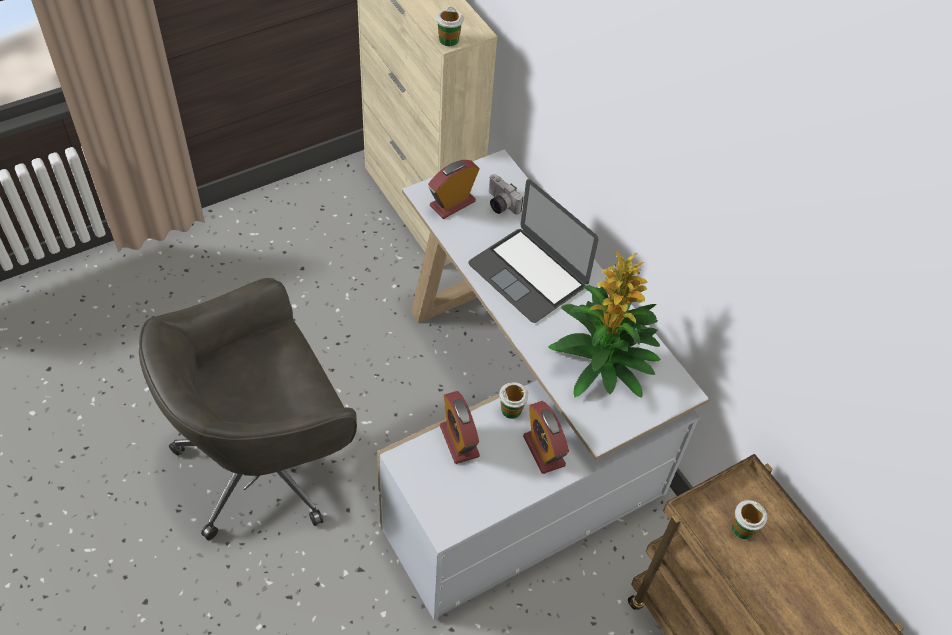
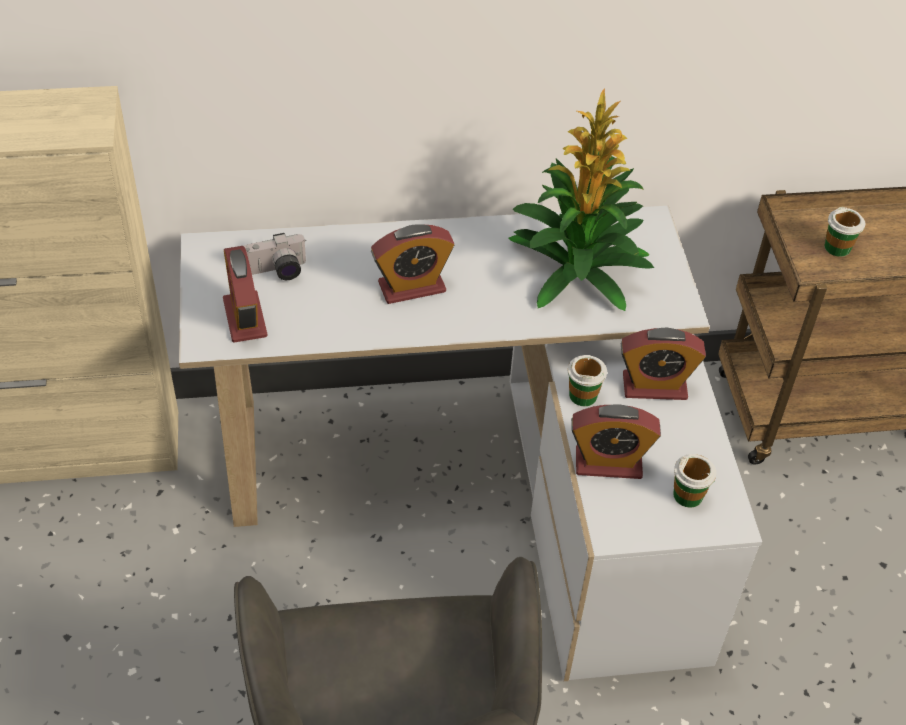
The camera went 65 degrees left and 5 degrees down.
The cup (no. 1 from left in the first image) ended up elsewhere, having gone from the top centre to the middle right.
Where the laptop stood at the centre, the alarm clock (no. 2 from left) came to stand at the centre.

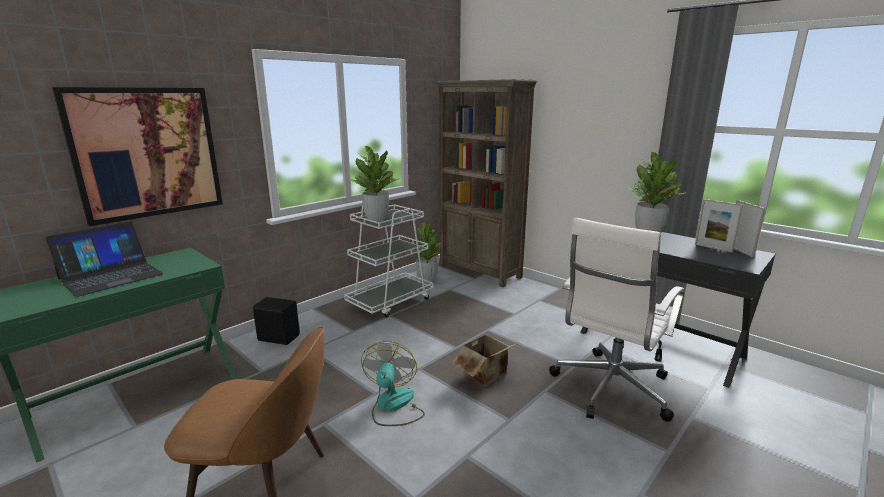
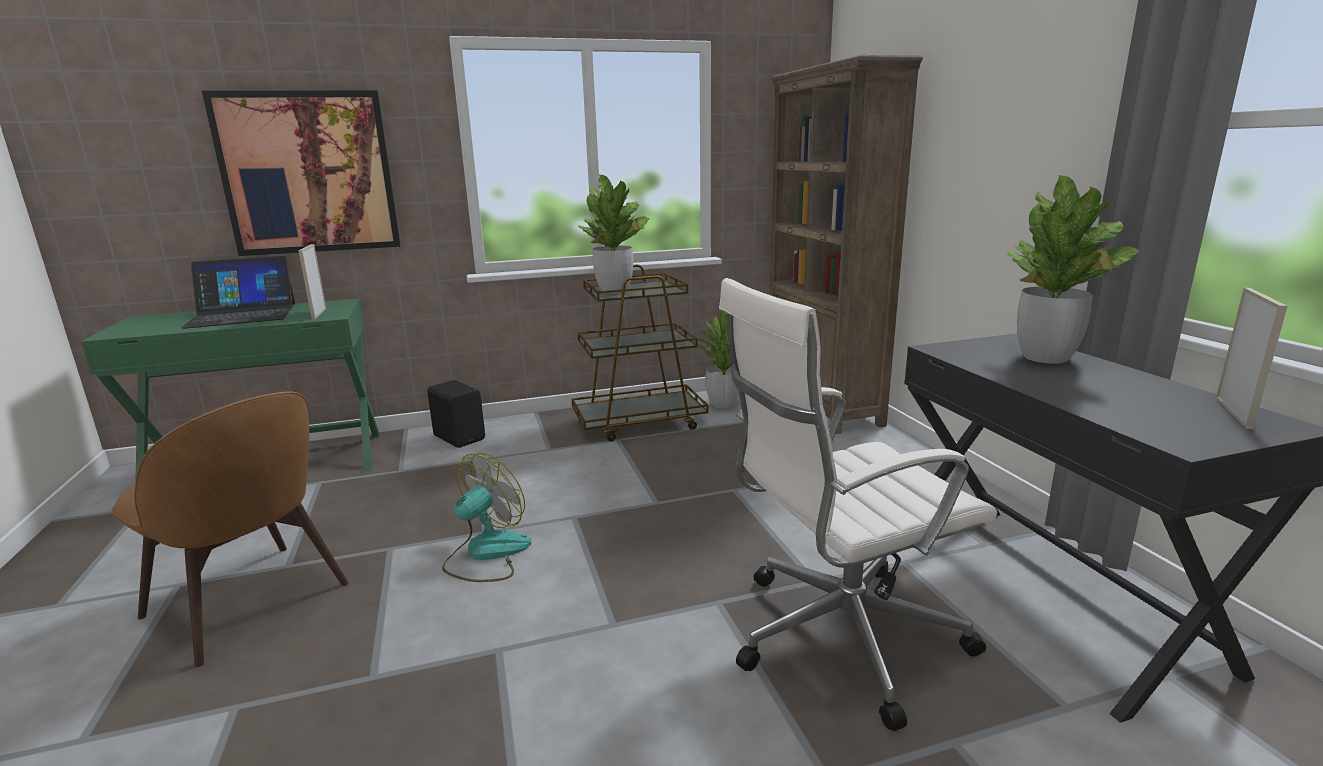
The camera went 30 degrees right and 0 degrees up.
The second view lost the cardboard box at the bottom centre.
The picture frame (no. 1 from left) ended up elsewhere, having gone from the middle right to the middle left.
What was the cart (white) at the centre turned into the cart (brown) at the centre.

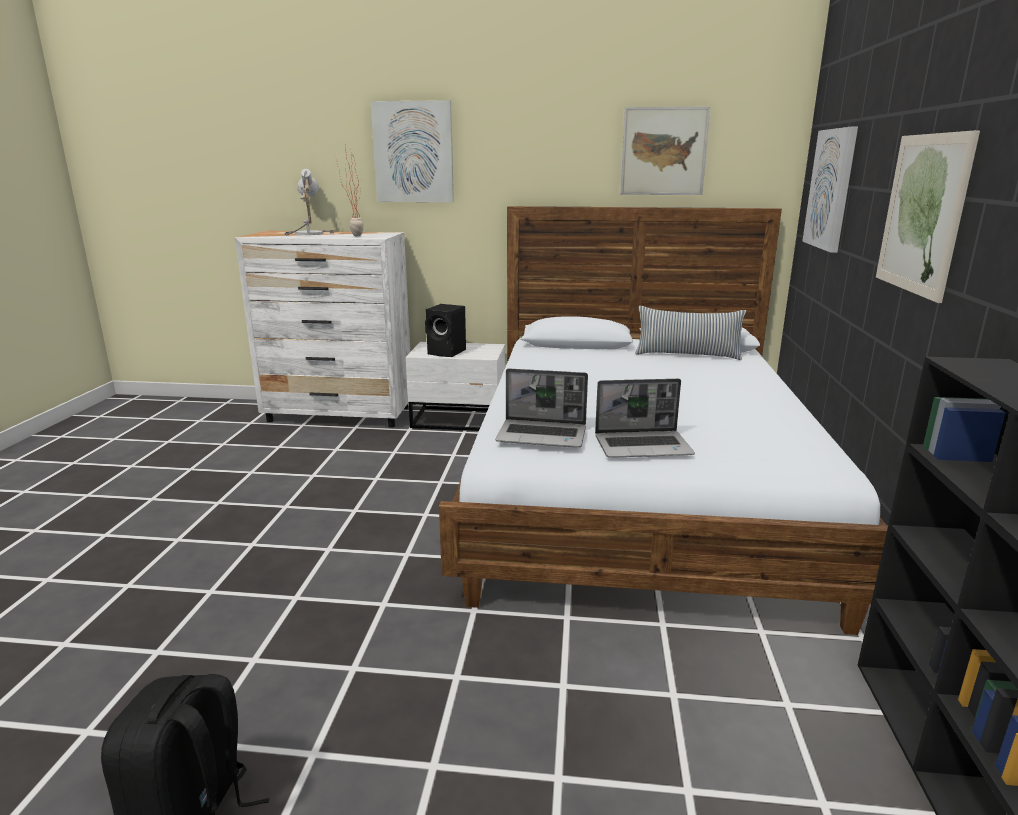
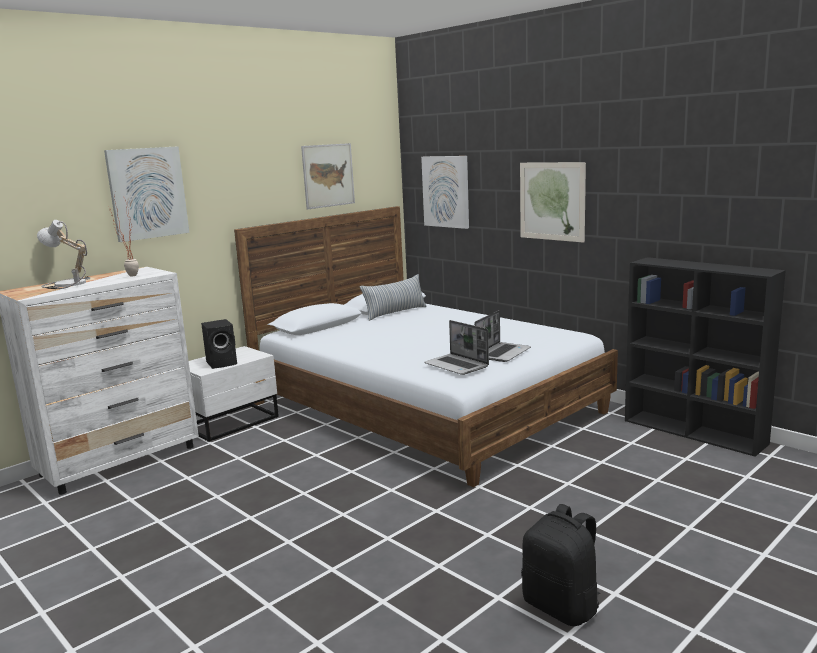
The camera went 50 degrees left and 5 degrees down.
The laptop (no. 1 from left) at the centre ended up facing another way, 90 degrees clockwise from before.

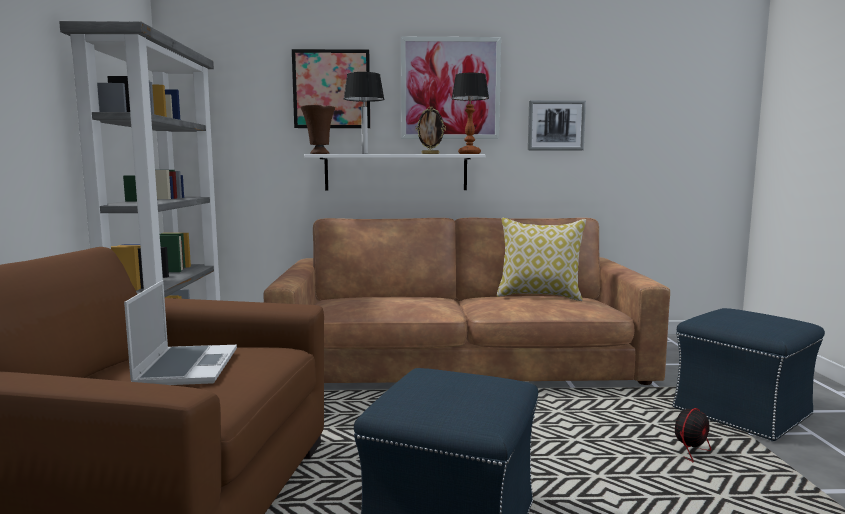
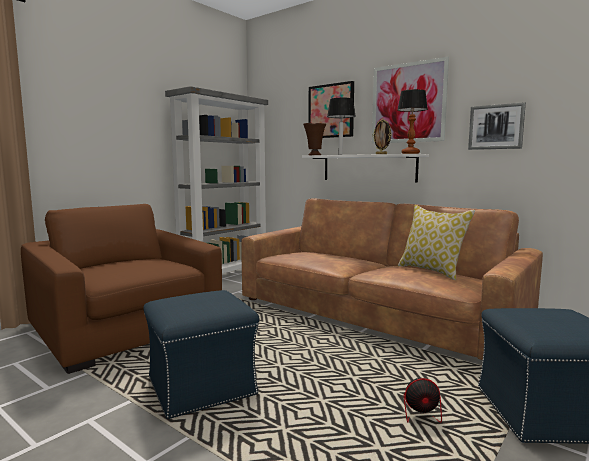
The camera went 40 degrees right and 0 degrees up.
The second view lost the laptop at the middle left.

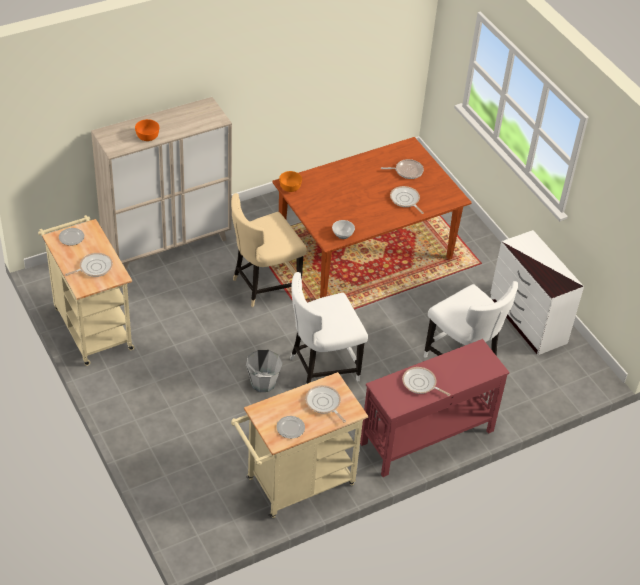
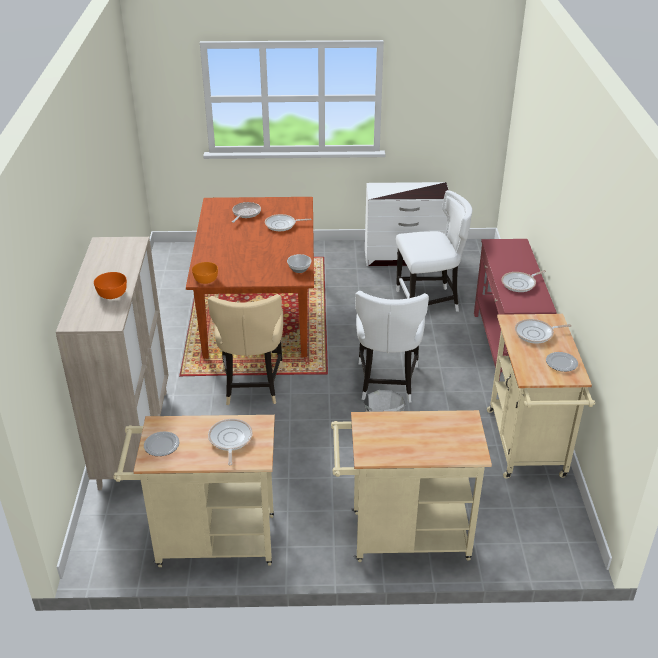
The camera went 60 degrees left and 10 degrees down.
The second view gained the cart (beige) (no. 2 from left) at the bottom centre.

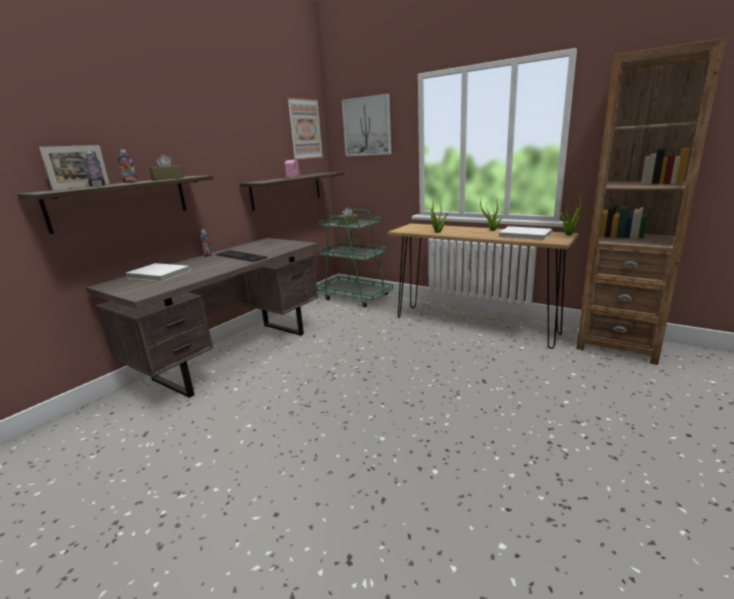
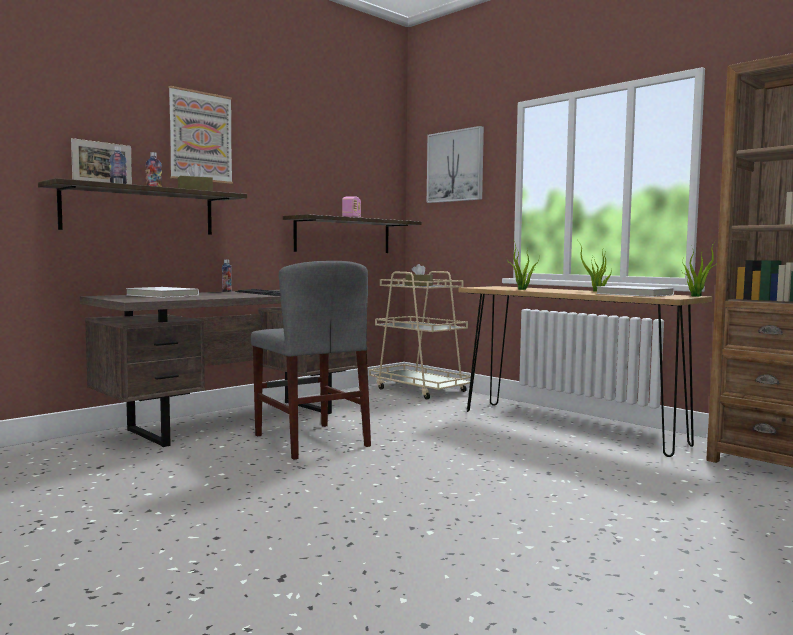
The camera went 10 degrees right and 15 degrees down.
The second view gained the chair (grey) at the centre.
The picture (no. 1 from left) ended up elsewhere, having gone from the top centre to the top left.
What was the cart (green) at the centre turned into the cart (beige) at the centre.

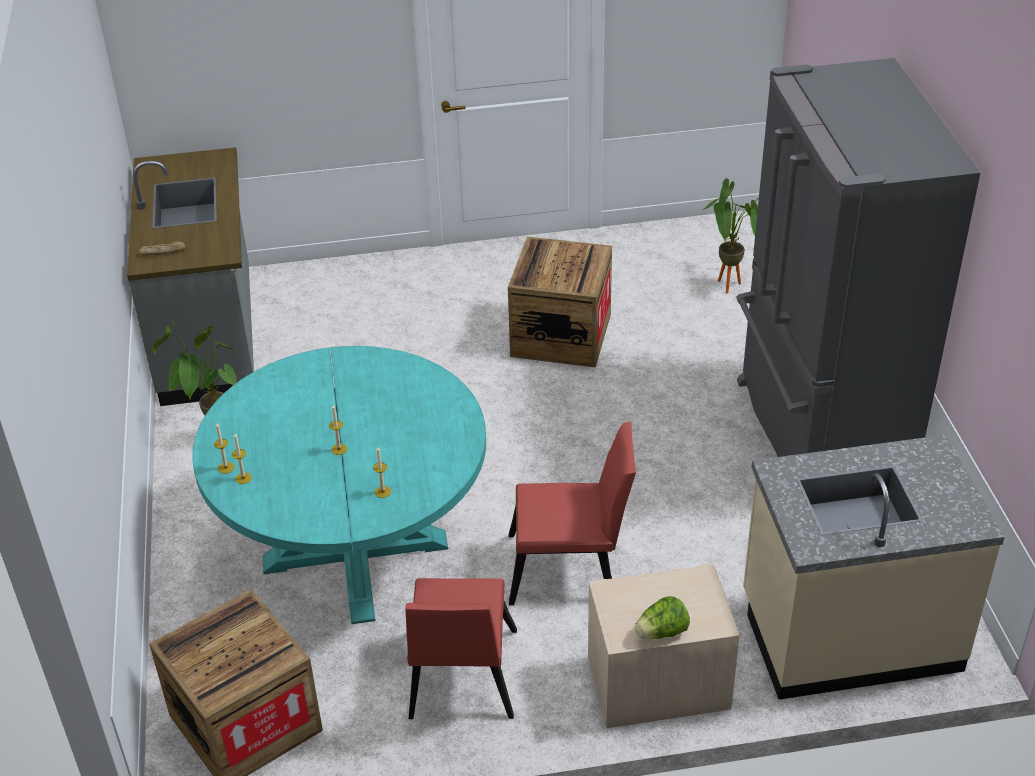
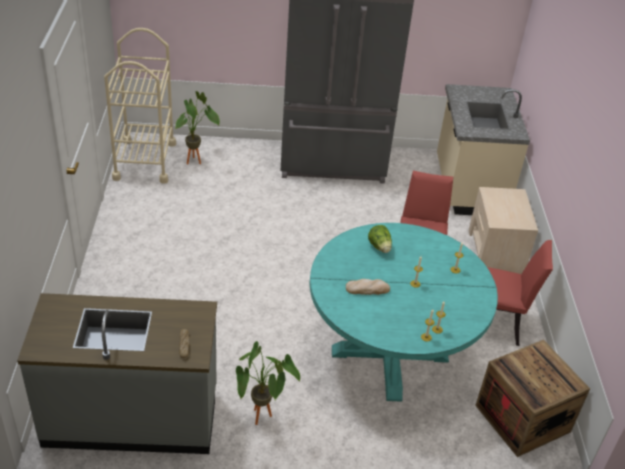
The camera went 85 degrees left and 0 degrees up.
The second view lost the crate (no. 2 from left) at the centre.
The second view gained the cart (beige) at the top left.
The second view gained the bread (no. 2 from left) at the centre.
The lettuce ended up elsewhere, having gone from the bottom centre to the centre.

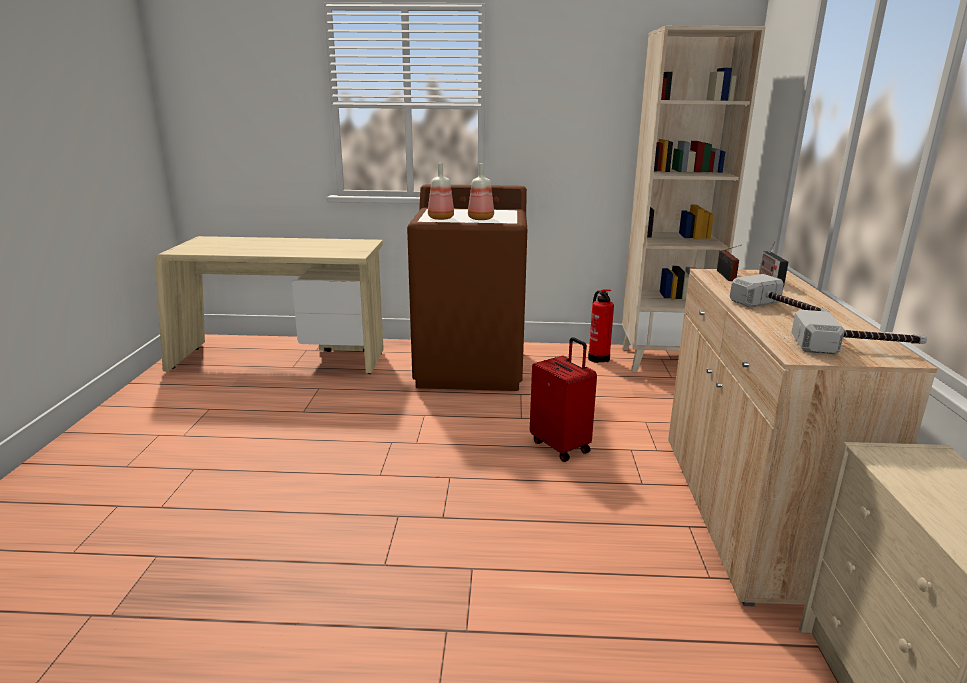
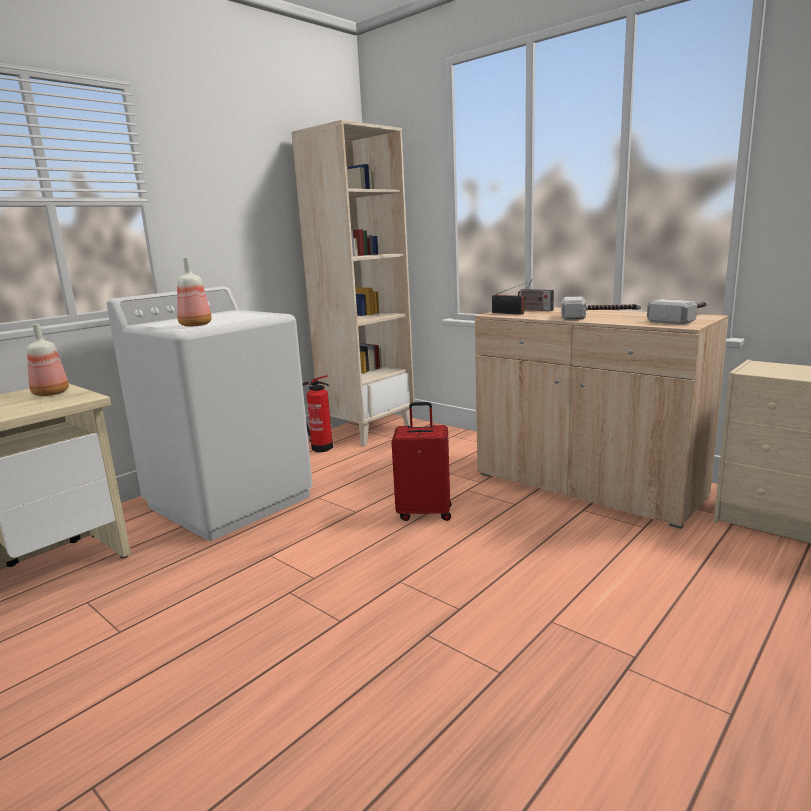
The camera went 50 degrees left and 5 degrees down.
The bottle (no. 2 from left in the first image) ended up elsewhere, having gone from the top centre to the middle left.
What was the washing machine (brown) at the centre turned into the washing machine (white) at the middle left.

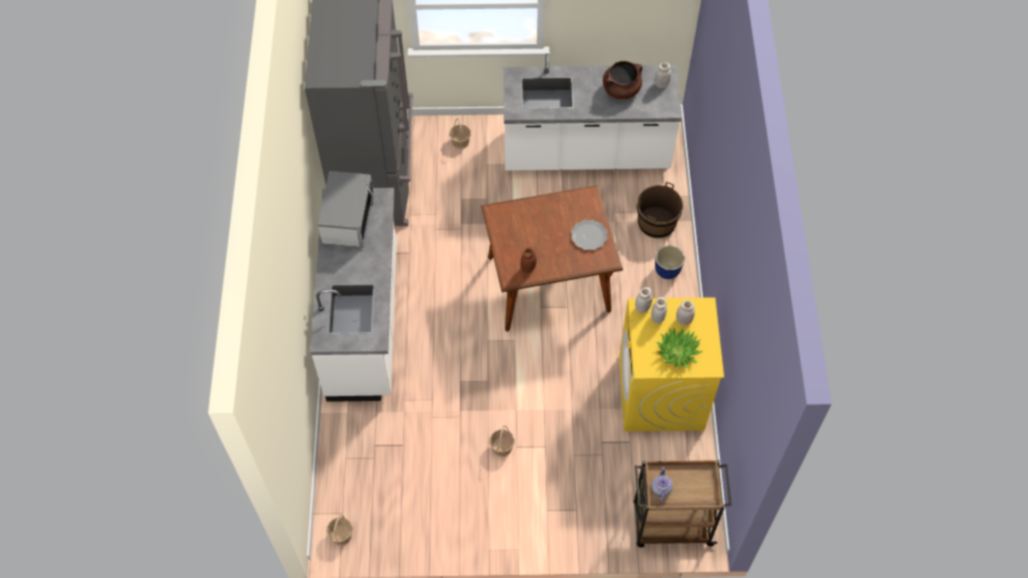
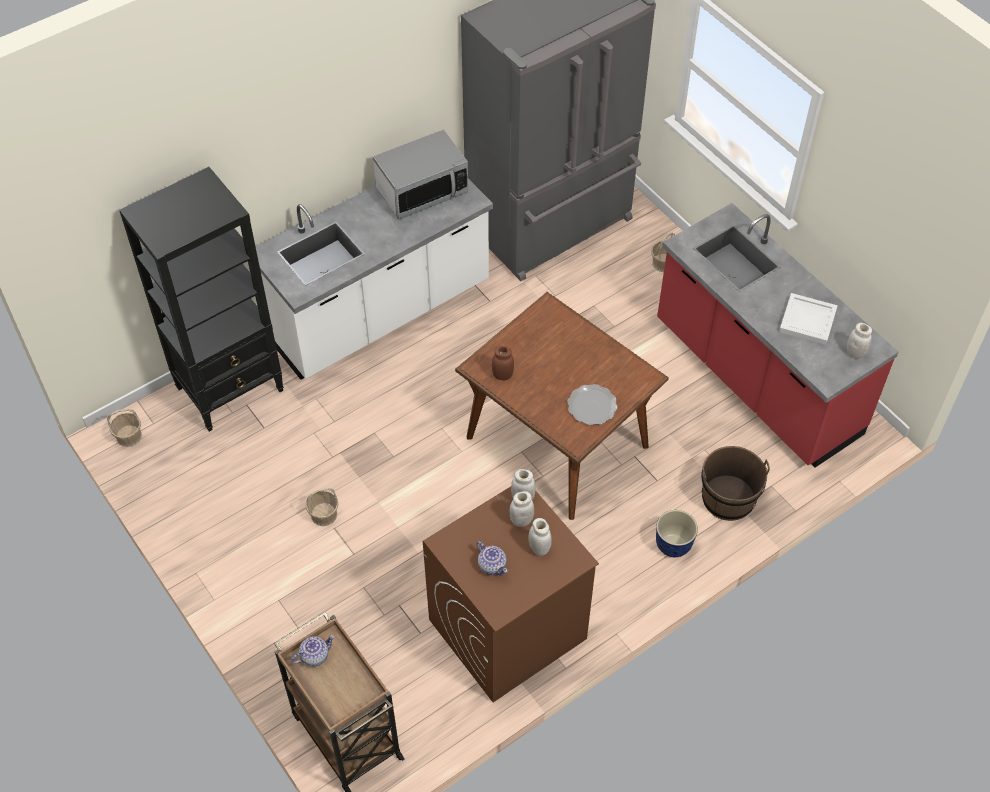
The camera went 55 degrees right and 5 degrees down.
The second view gained the bookcase (black) at the middle left.
Where the cooking pot (brown) stood at the top centre, the tray (white) came to stand at the middle right.
Where the potted plant stood at the centre, the teapot (no. 2 from left) came to stand at the bottom centre.
What was the counter (white) (no. 2 from left) at the top centre turned into the counter (red) at the middle right.
What was the washing machine (yellow) at the centre turned into the washing machine (brown) at the bottom centre.

